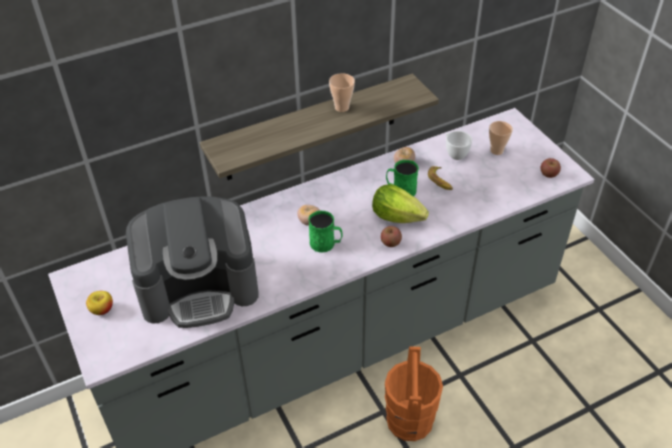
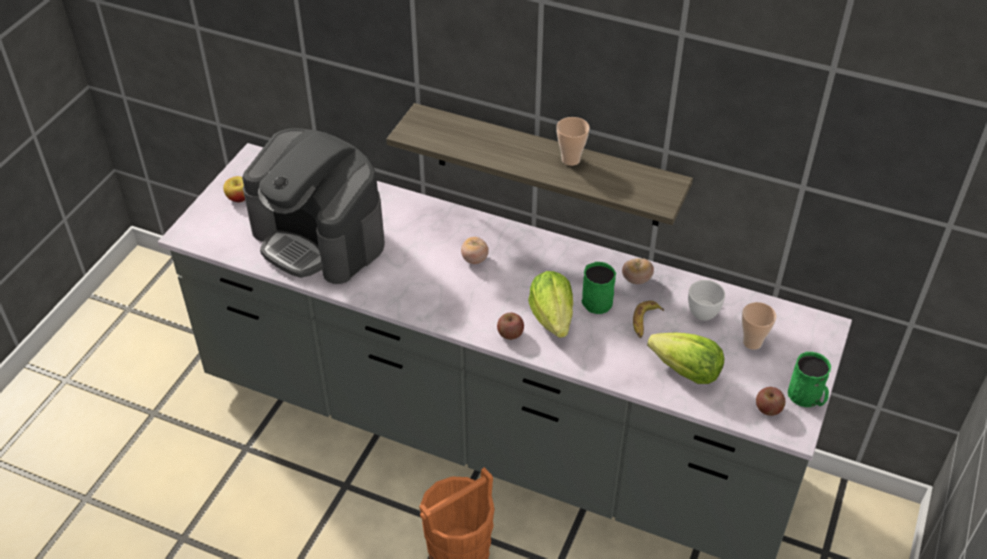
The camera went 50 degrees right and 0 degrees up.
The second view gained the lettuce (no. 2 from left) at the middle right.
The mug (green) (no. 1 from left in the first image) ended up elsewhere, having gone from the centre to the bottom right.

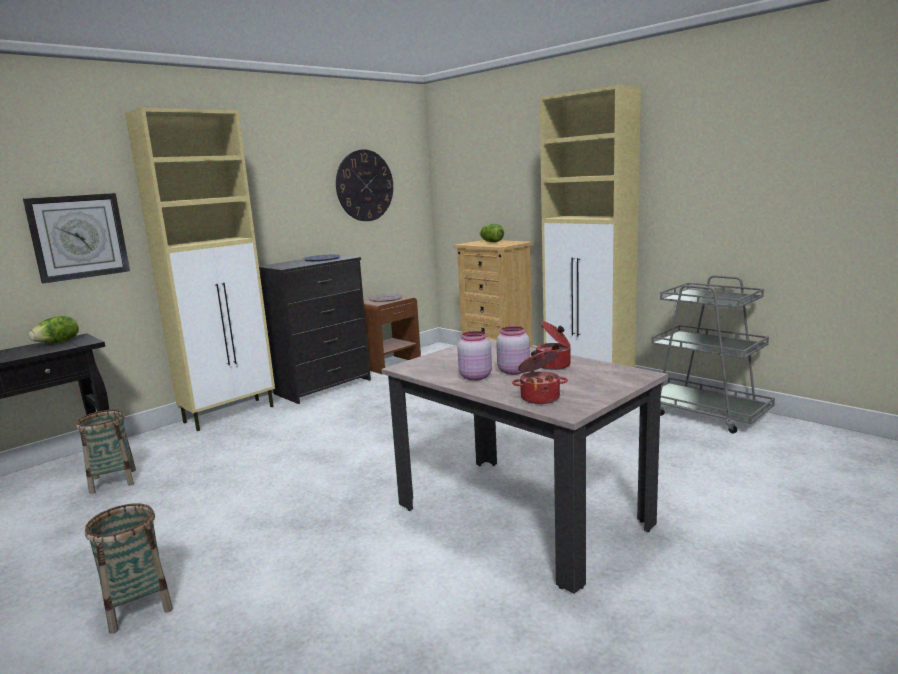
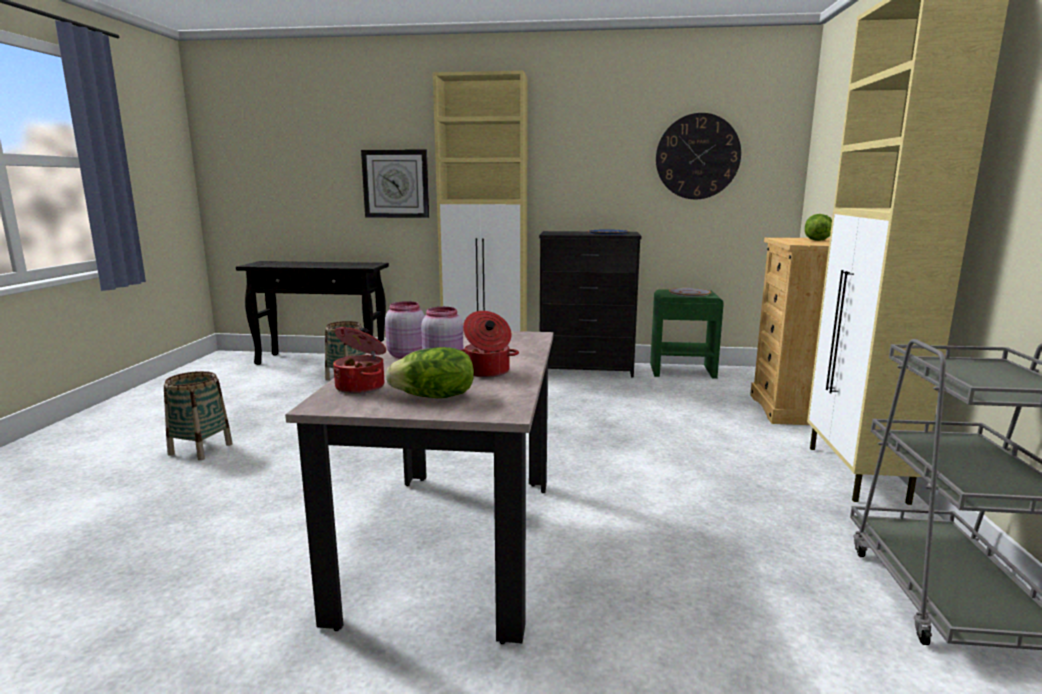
The camera went 50 degrees right and 0 degrees up.
The lettuce (no. 1 from left) ended up elsewhere, having gone from the middle left to the centre.
What was the nightstand (brown) at the centre turned into the nightstand (green) at the centre.

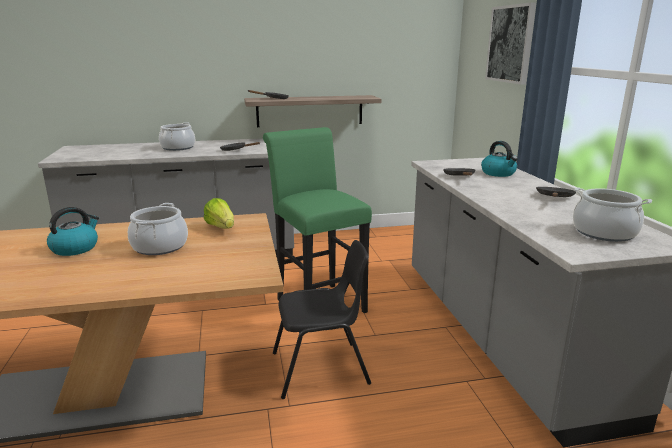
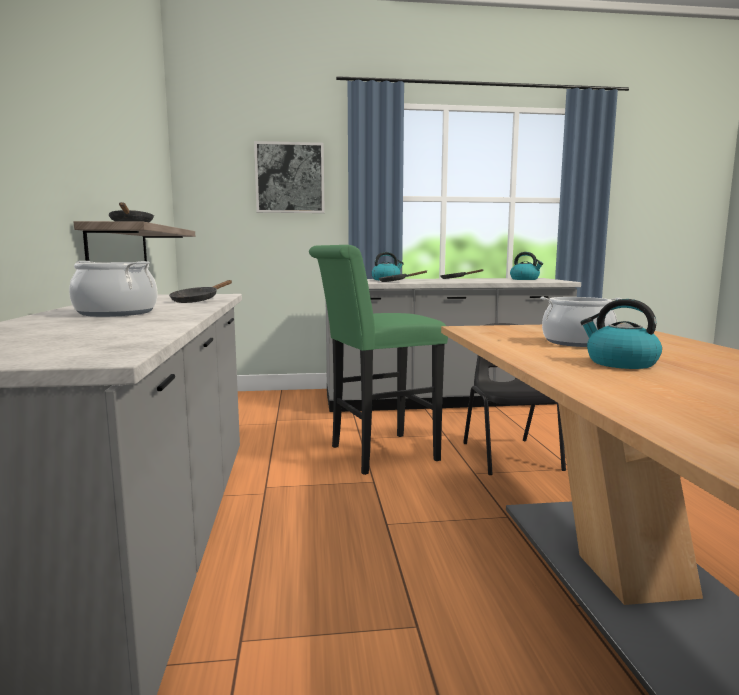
The camera went 85 degrees left and 10 degrees down.
The second view lost the lettuce at the middle left.
Where the cooking pot (no. 3 from left) stood at the middle right, the kettle (no. 2 from left) came to stand at the middle right.

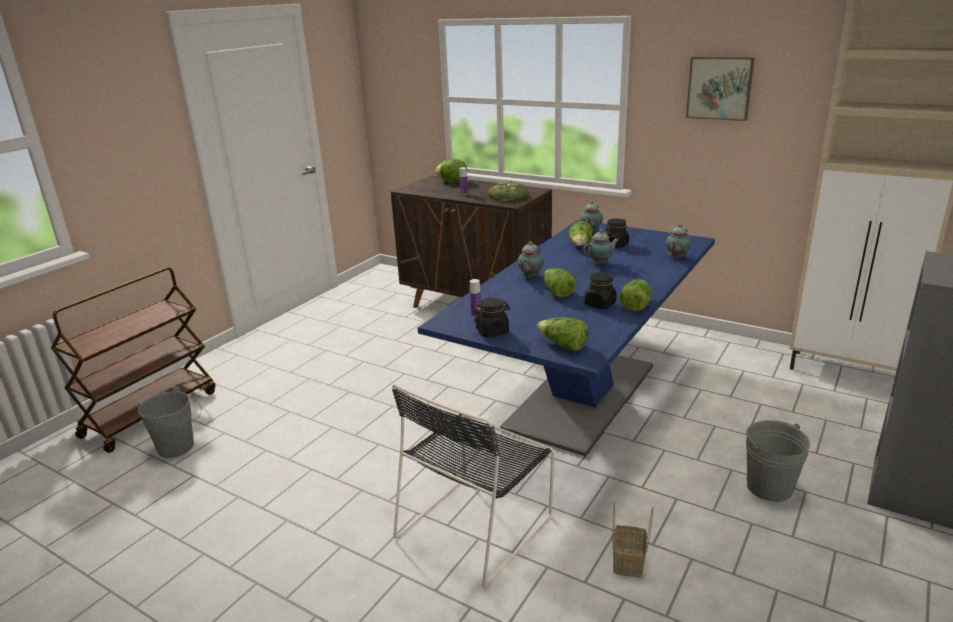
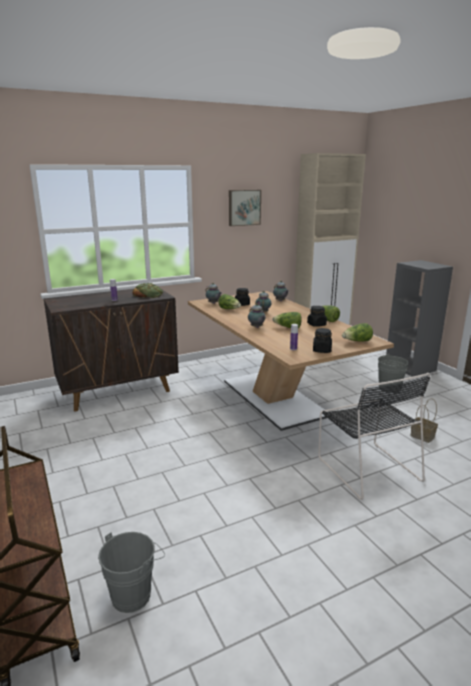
The camera went 60 degrees left and 5 degrees down.
The second view lost the lettuce (no. 1 from left) at the top centre.
What was the dining table (blue) at the centre turned into the dining table (beige) at the centre.

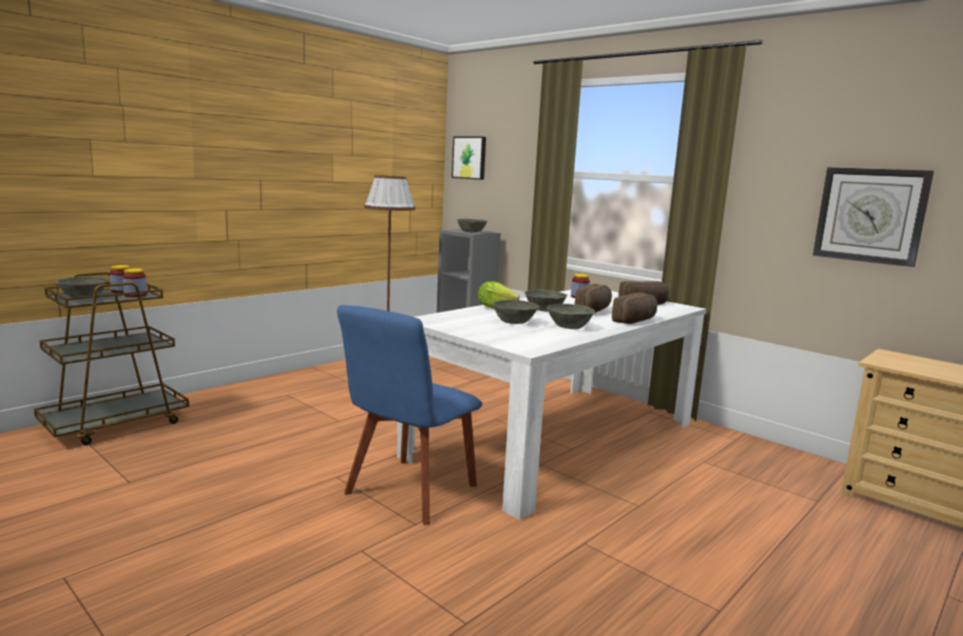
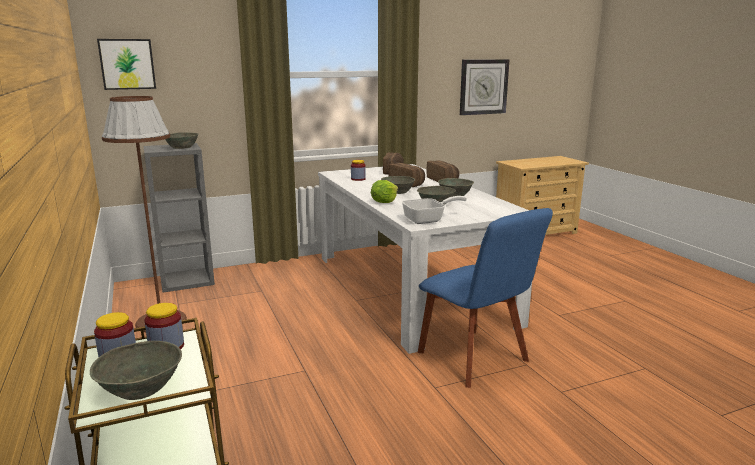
The camera went 65 degrees left and 5 degrees up.
The second view gained the frying pan at the centre.

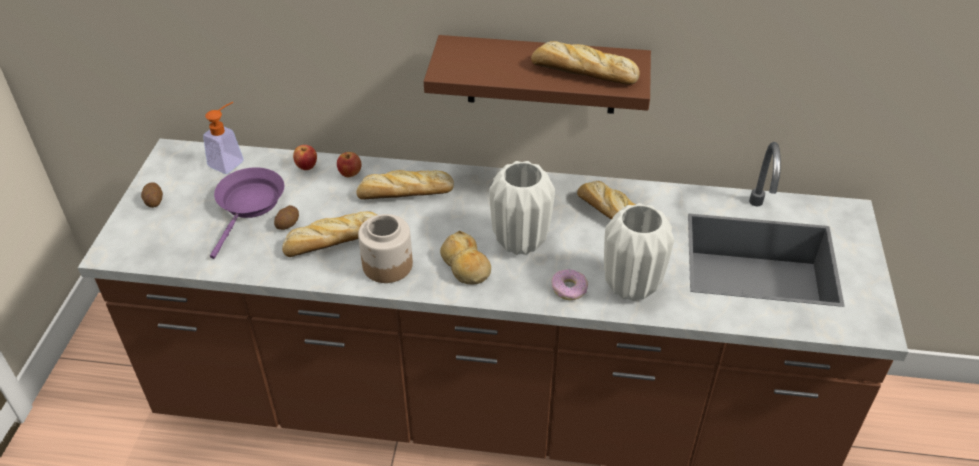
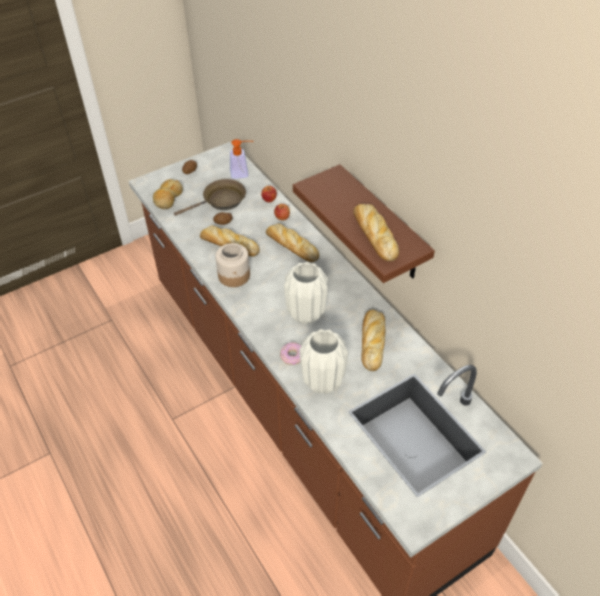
The camera went 50 degrees right and 5 degrees up.
The bread (no. 3 from left in the first image) ended up elsewhere, having gone from the centre to the top left.
What was the frying pan (purple) at the middle left turned into the frying pan (brown) at the top centre.

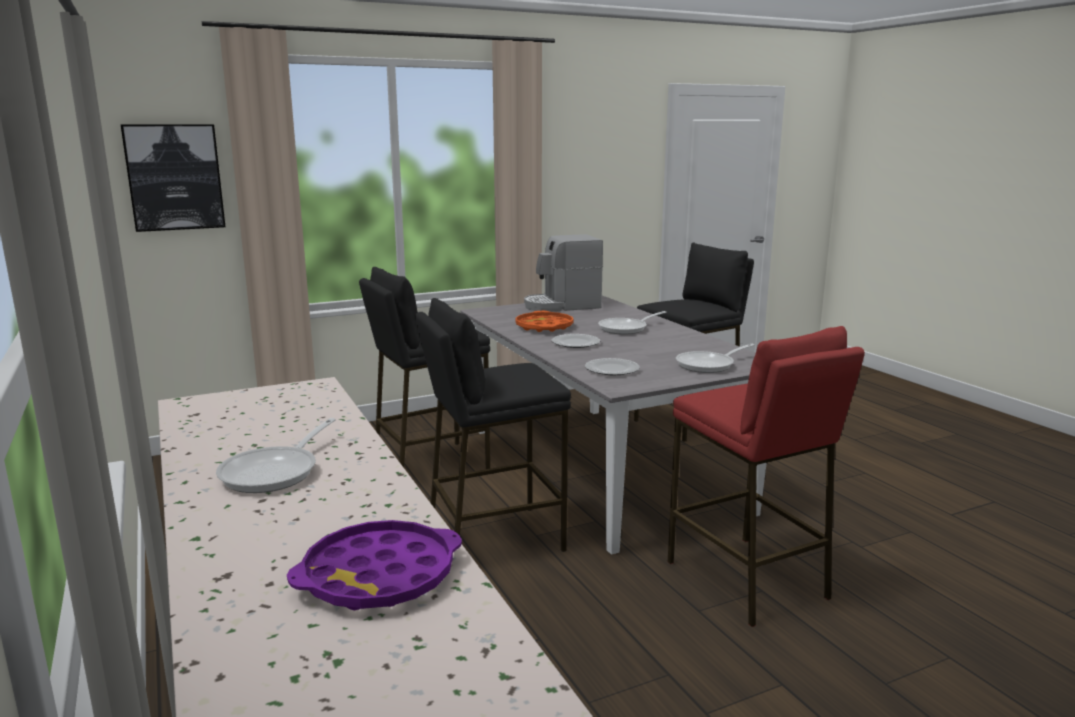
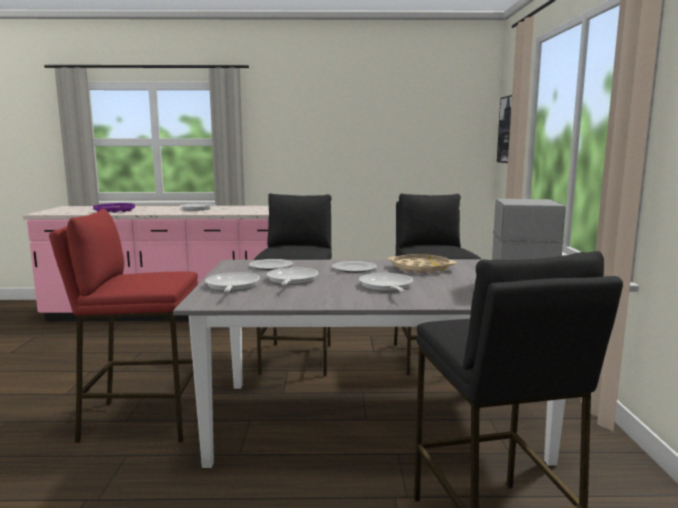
The camera went 115 degrees right and 5 degrees down.
The second view gained the frying pan (no. 3 from left) at the centre.
What was the tray (orange) at the centre turned into the tray (beige) at the centre.

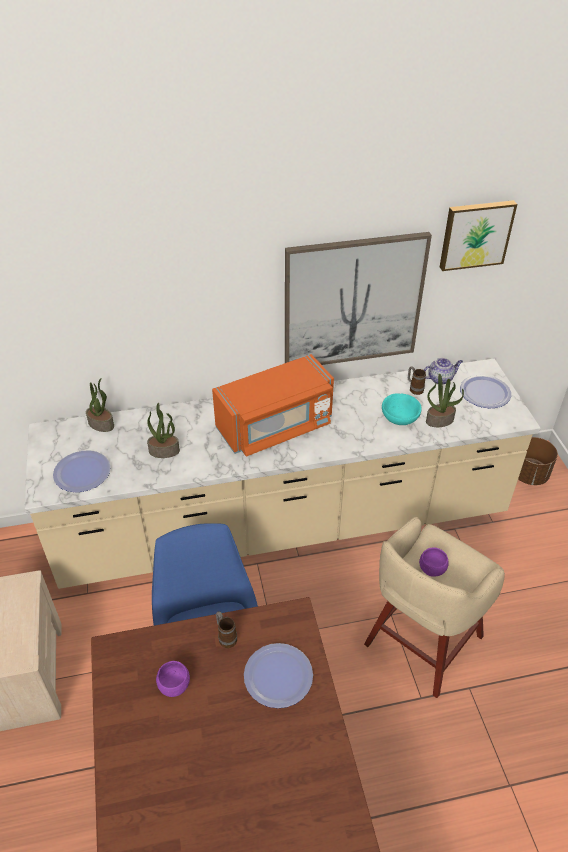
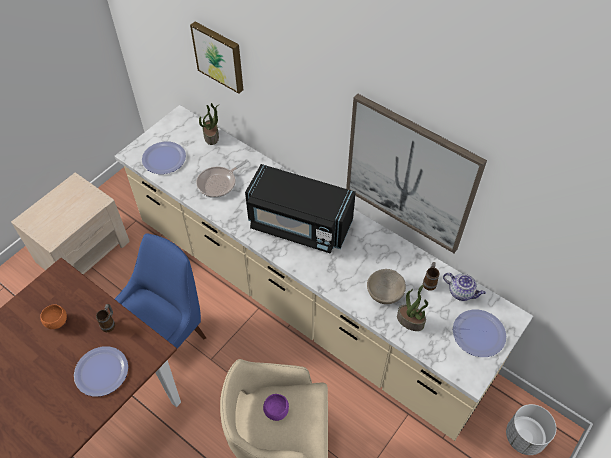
The camera went 50 degrees right and 10 degrees up.
The picture (no. 2 from left in the first image) ended up elsewhere, having gone from the top right to the top centre.
Where the potted plant (no. 2 from left) stood at the middle left, the frying pan came to stand at the centre.
What was the bowl (purple) (no. 1 from left) at the bottom left turned into the bowl (orange) at the bottom left.
What was the microwave (orange) at the centre turned into the microwave (black) at the centre.
What was the bowl (turquoise) at the middle right turned into the bowl (beige) at the centre.
What was the planter (brown) at the middle right turned into the planter (white) at the bottom right.

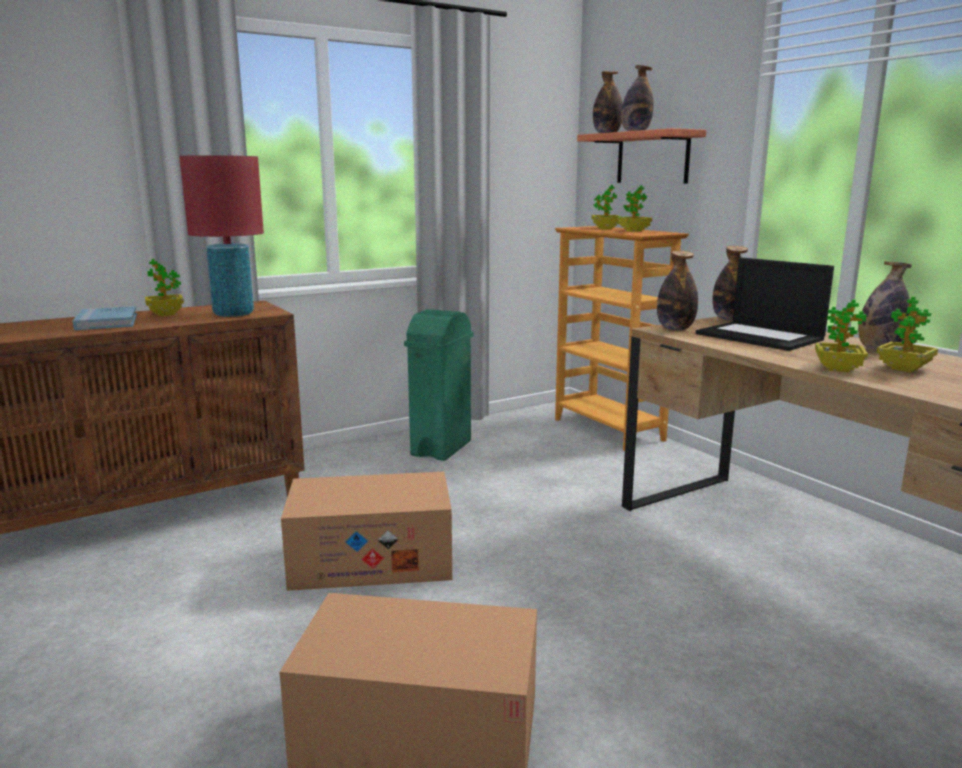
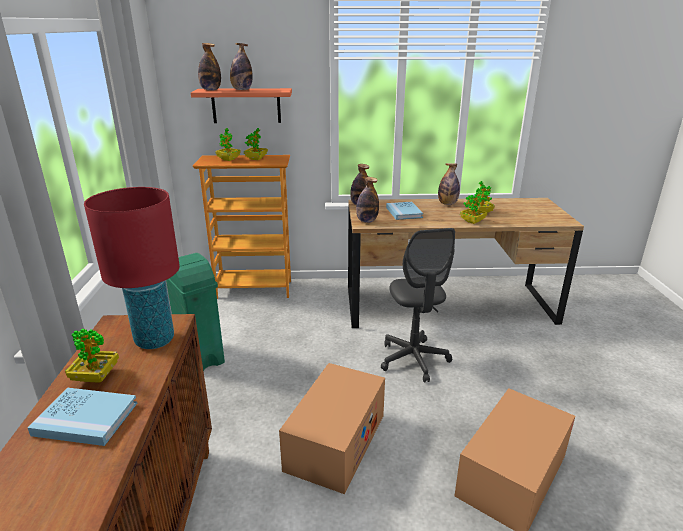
The camera went 60 degrees left and 10 degrees up.
The second view gained the office chair (grey) at the centre.
Where the laptop stood at the middle right, the book (blue) (no. 2 from left) came to stand at the centre.

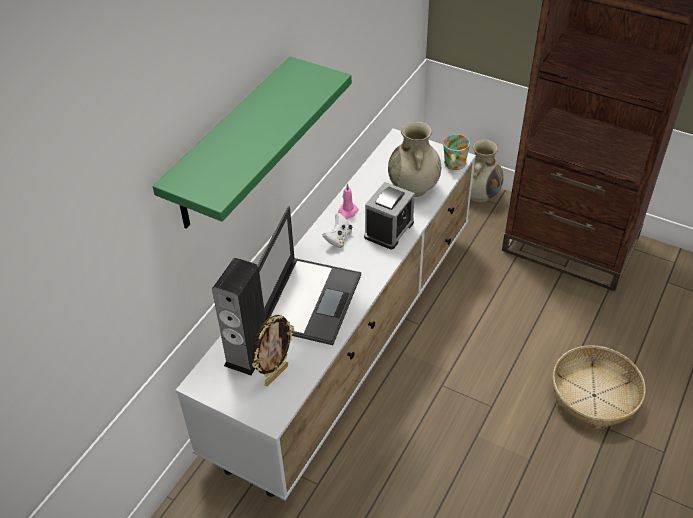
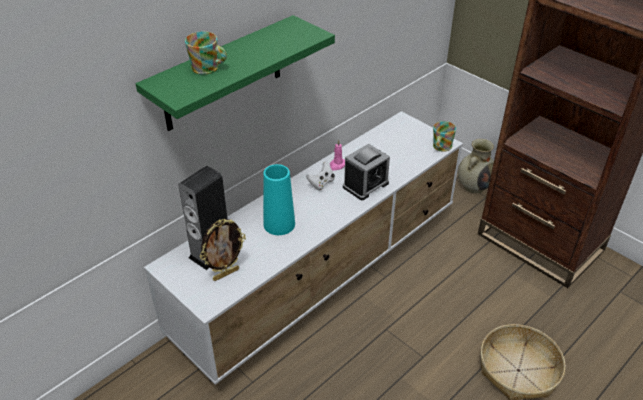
The camera went 15 degrees right and 5 degrees down.
The second view lost the vase (beige) (no. 1 from left) at the top centre.
The second view gained the mug (no. 1 from left) at the top left.
Where the laptop stood at the centre, the vase (turquoise) came to stand at the centre.

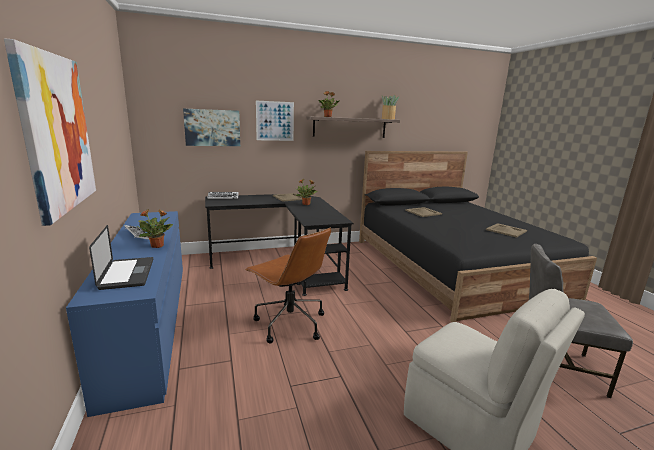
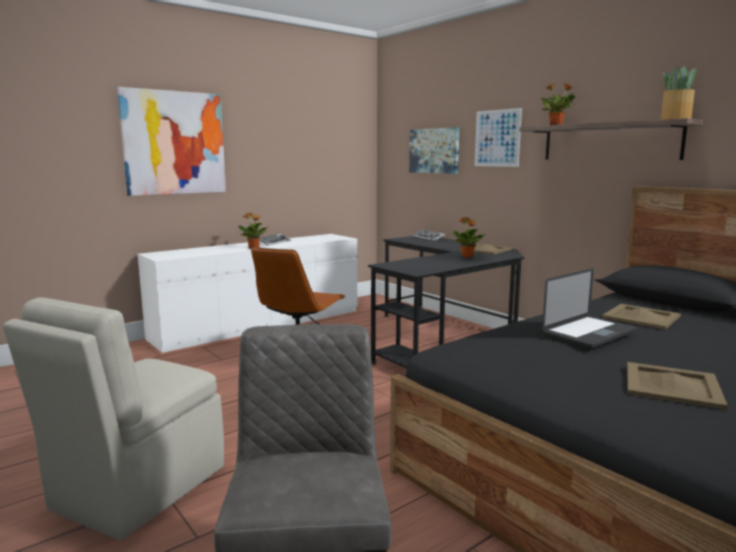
The camera went 70 degrees right and 5 degrees down.
The laptop ended up elsewhere, having gone from the middle left to the middle right.
What was the dresser (blue) at the bottom left turned into the dresser (white) at the centre.

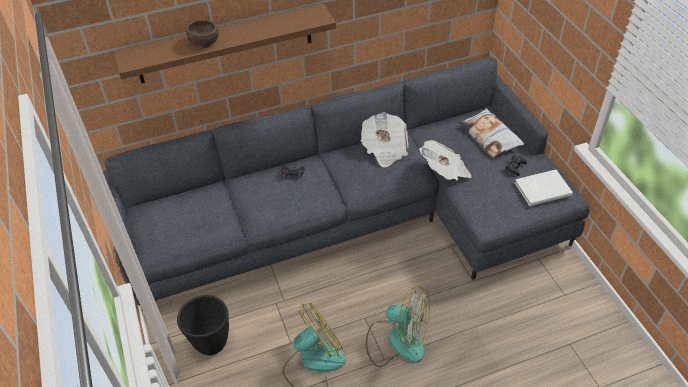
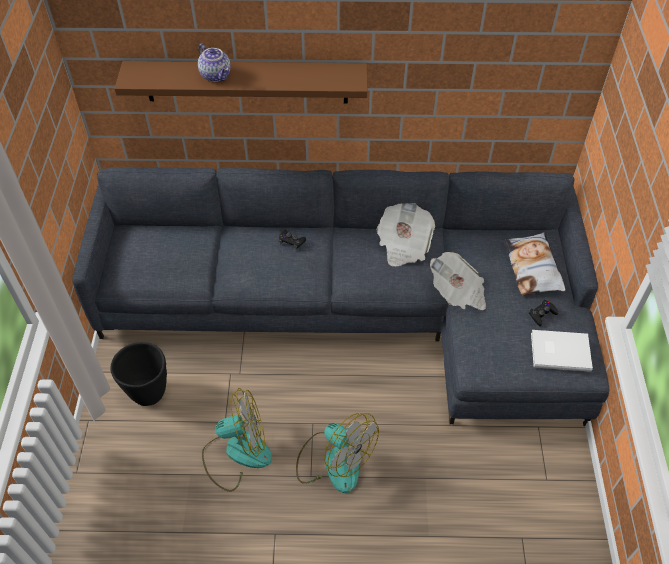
The camera went 20 degrees right and 5 degrees up.
Where the bowl (brown) stood at the top left, the teapot came to stand at the top left.

